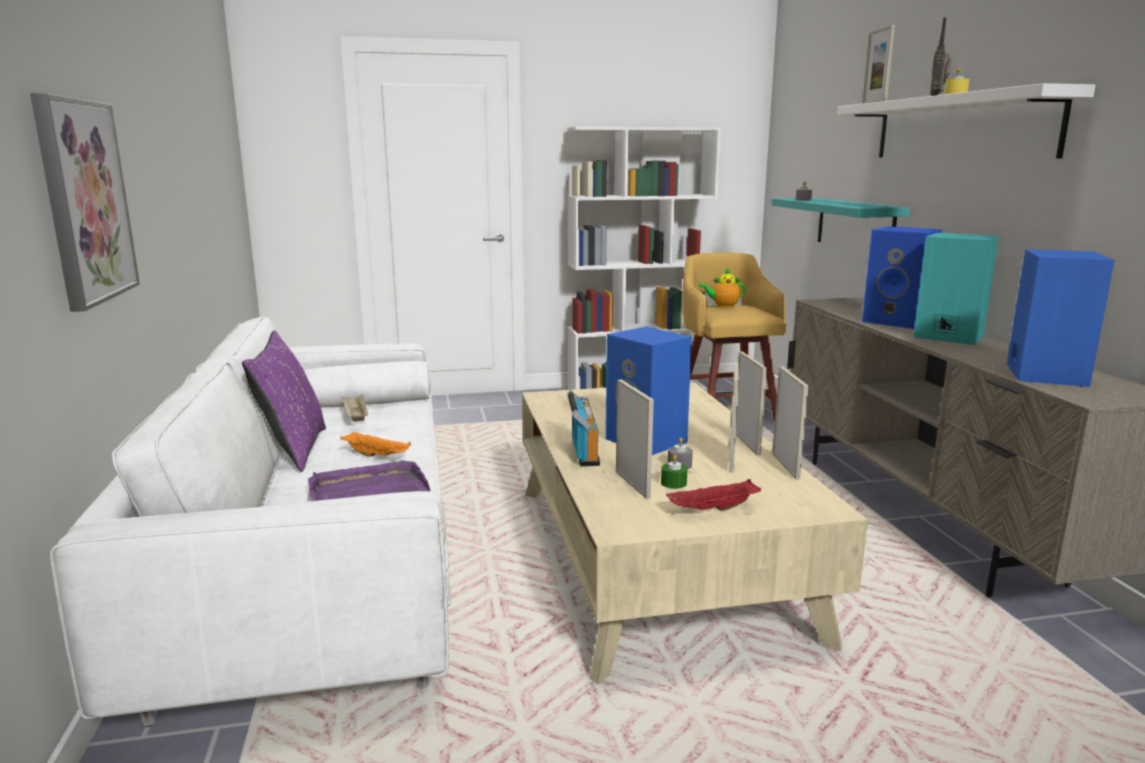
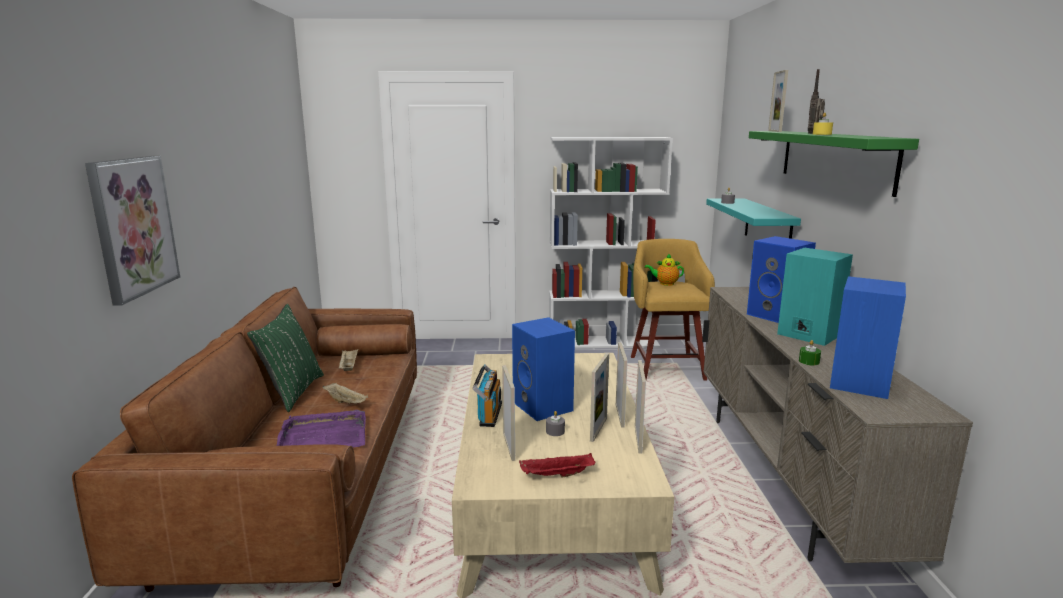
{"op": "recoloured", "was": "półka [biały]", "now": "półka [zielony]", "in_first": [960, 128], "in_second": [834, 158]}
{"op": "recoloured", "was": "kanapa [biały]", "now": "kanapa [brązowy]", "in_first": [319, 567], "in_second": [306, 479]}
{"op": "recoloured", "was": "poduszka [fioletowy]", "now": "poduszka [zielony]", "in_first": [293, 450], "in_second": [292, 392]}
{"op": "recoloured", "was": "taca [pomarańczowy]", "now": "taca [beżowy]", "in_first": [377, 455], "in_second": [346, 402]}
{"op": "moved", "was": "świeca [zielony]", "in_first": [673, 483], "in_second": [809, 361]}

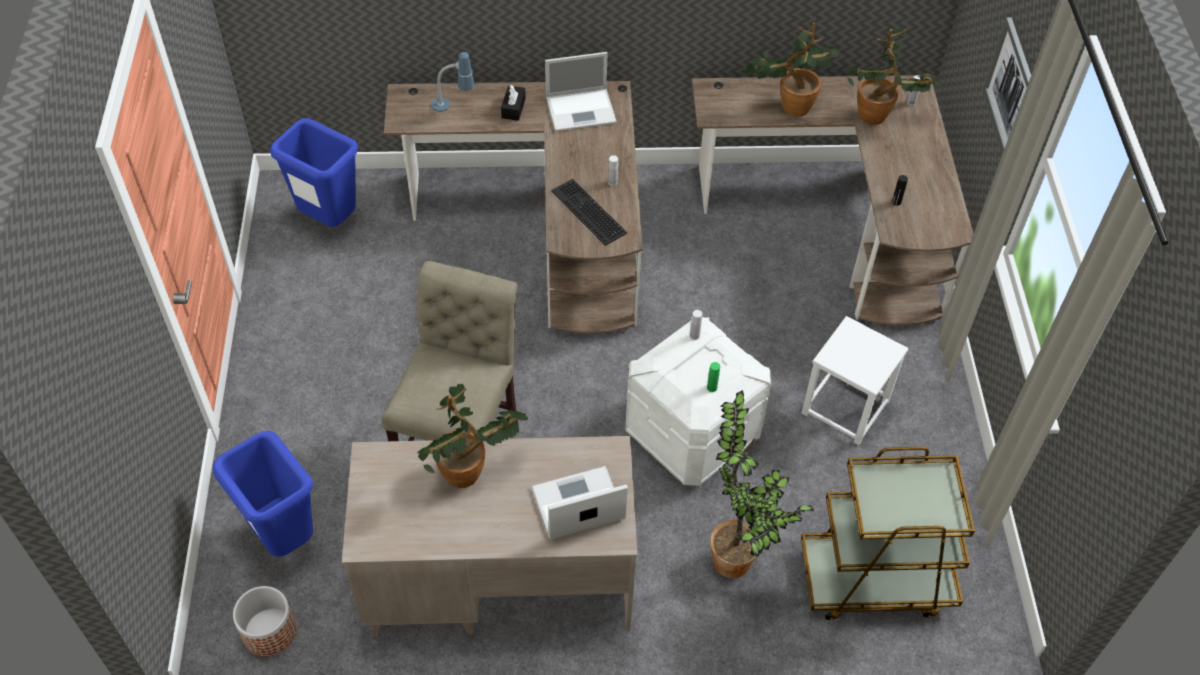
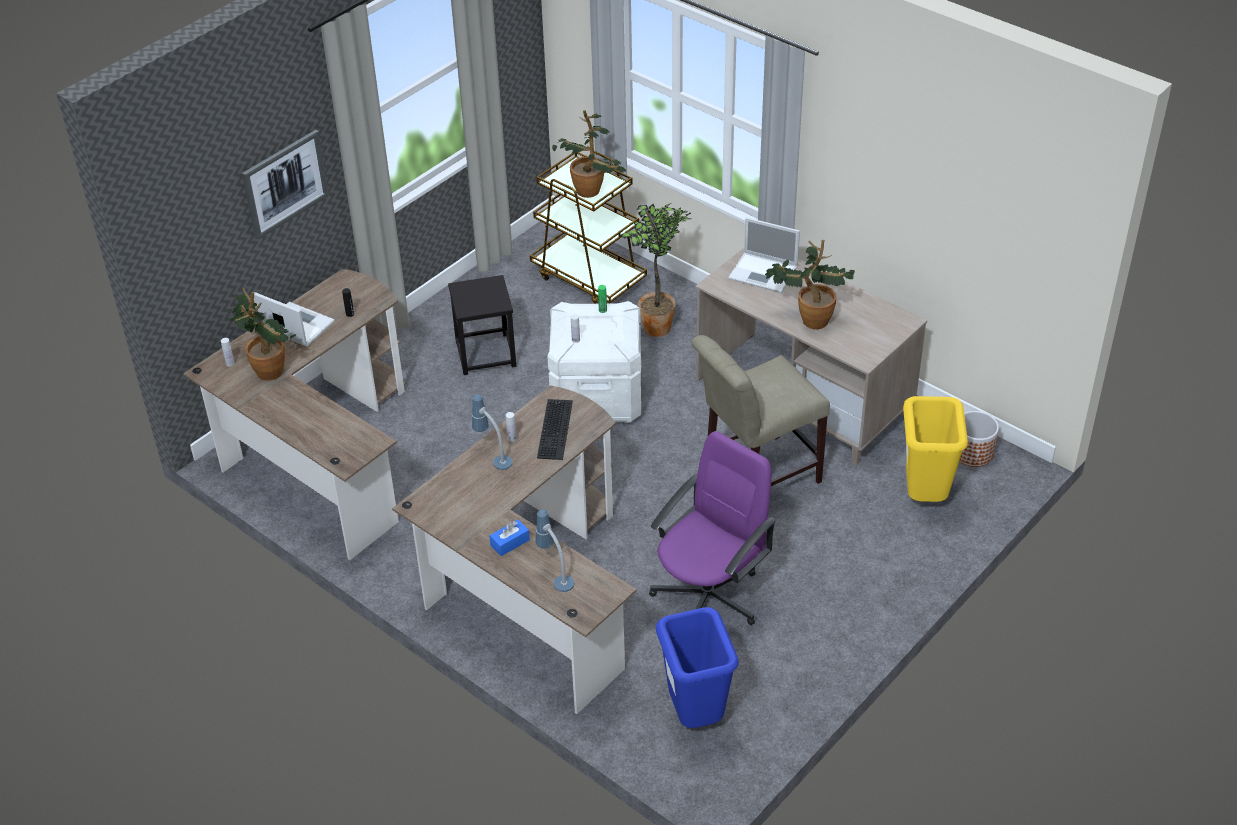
{"op": "moved", "was": "roślina doniczkowa", "in_first": [789, 106], "in_second": [591, 194]}
{"op": "moved", "was": "laptop", "in_first": [582, 109], "in_second": [296, 325]}
{"op": "recoloured", "was": "pudełko chusteczek [czarny]", "now": "pudełko chusteczek [niebieski]", "in_first": [513, 108], "in_second": [510, 543]}
{"op": "recoloured", "was": "stołek [biały]", "now": "stołek [czarny]", "in_first": [844, 407], "in_second": [486, 354]}
{"op": "recoloured", "was": "kosz na śmieci [niebieski]", "now": "kosz na śmieci [żółty]", "in_first": [284, 537], "in_second": [924, 497]}
{"op": "added", "now": "lampa stołowa", "in_second": [493, 456]}
{"op": "added", "now": "krzesło biurowe [fioletowy]", "in_second": [709, 596]}

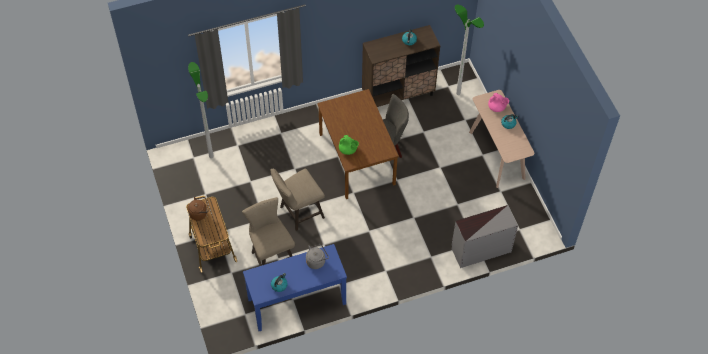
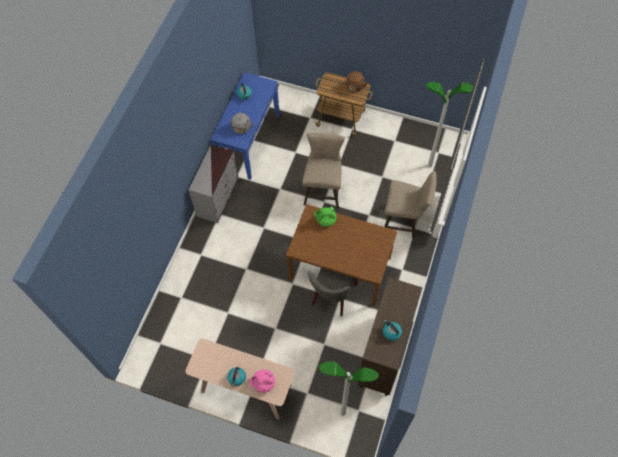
{"op": "moved", "was": "stołek [beżowy]", "in_first": [271, 256], "in_second": [404, 221]}
{"op": "moved", "was": "komoda [szary]", "in_first": [480, 249], "in_second": [218, 197]}

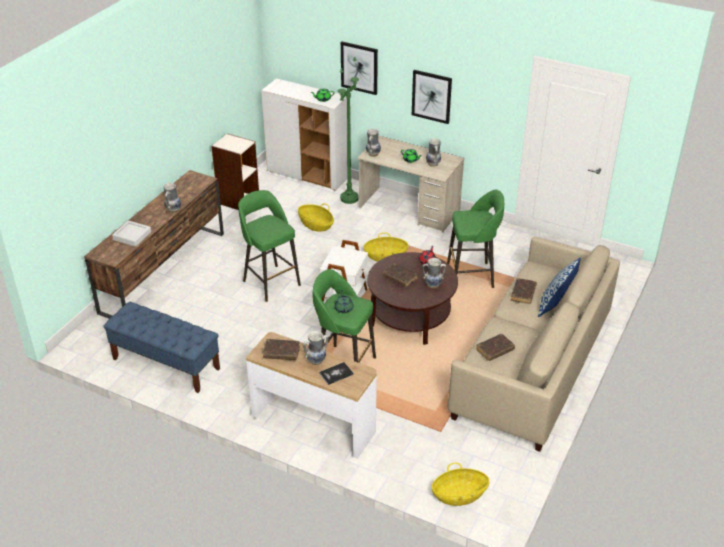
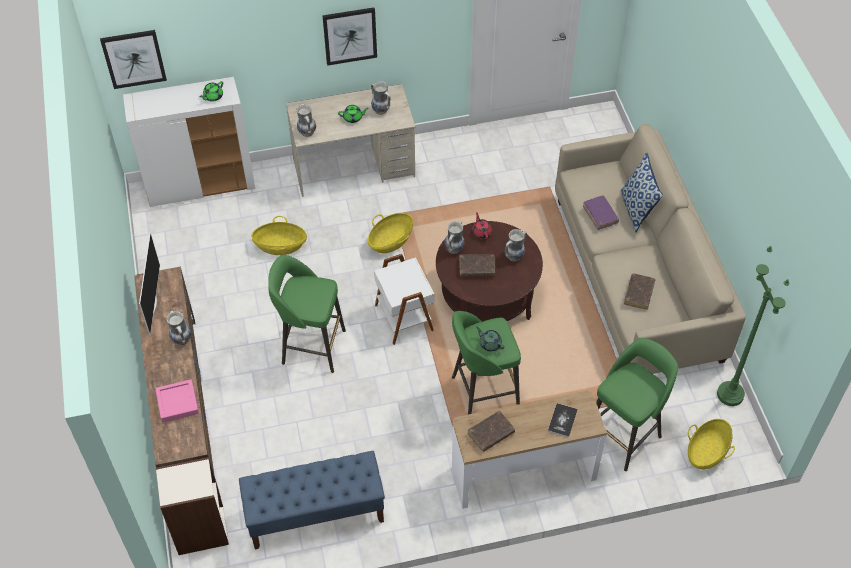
{"op": "moved", "was": "obraz", "in_first": [359, 67], "in_second": [134, 58]}
{"op": "moved", "was": "lampa stojąca [zielony]", "in_first": [349, 198], "in_second": [730, 395]}
{"op": "moved", "was": "regał", "in_first": [238, 200], "in_second": [200, 530]}
{"op": "moved", "was": "stołek [zielony]", "in_first": [472, 276], "in_second": [624, 435]}
{"op": "recoloured", "was": "taca [szary]", "now": "taca [różowy]", "in_first": [132, 236], "in_second": [177, 403]}
{"op": "recoloured", "was": "książka [brązowy]", "now": "książka [fioletowy]", "in_first": [523, 294], "in_second": [600, 215]}
{"op": "moved", "was": "wazon", "in_first": [316, 361], "in_second": [454, 249]}
{"op": "added", "now": "telewizor", "in_second": [152, 304]}

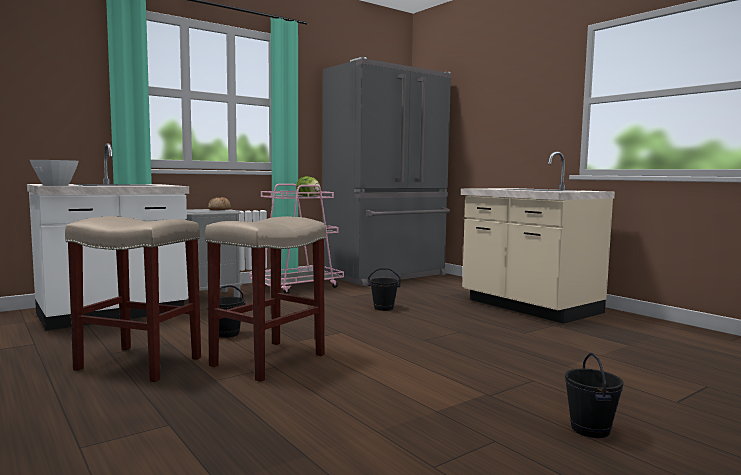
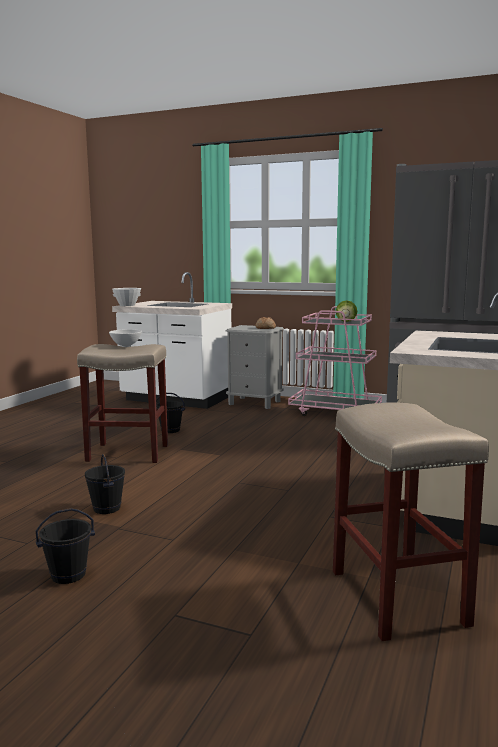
{"op": "moved", "was": "stołek [beżowy]", "in_first": [141, 363], "in_second": [399, 598]}
{"op": "moved", "was": "wiadro [czarny]", "in_first": [383, 308], "in_second": [107, 508]}
{"op": "added", "now": "miska [biały]", "in_second": [125, 346]}

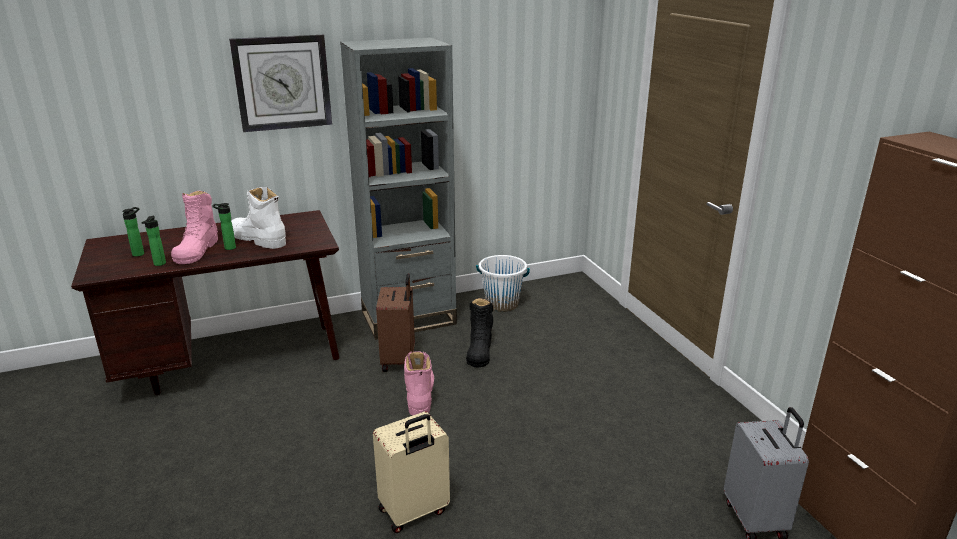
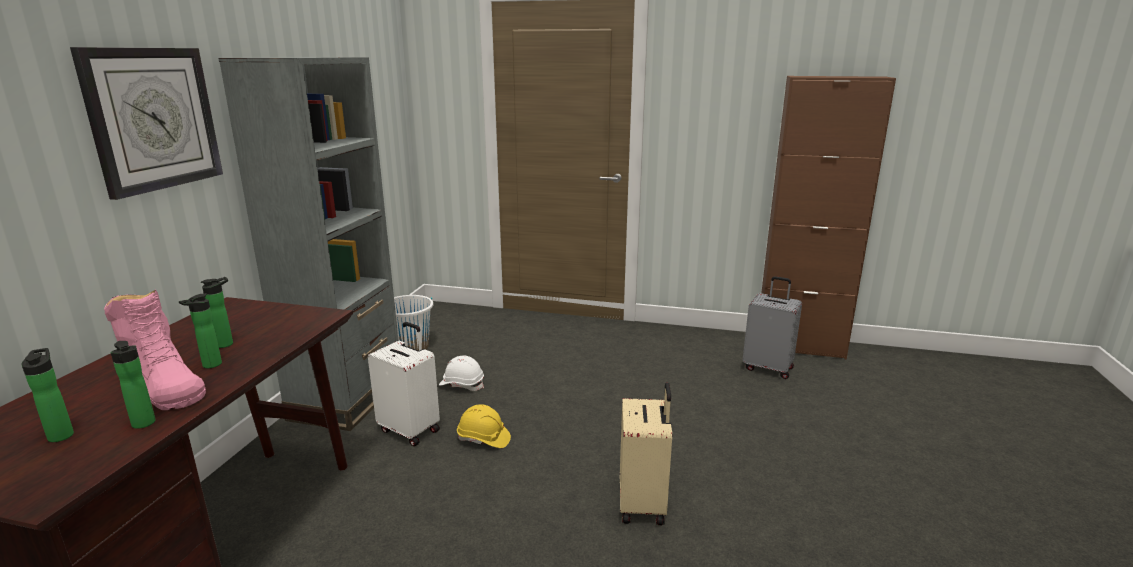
{"op": "replaced", "was": "but z cholewką [biały]", "now": "butelka", "in_first": [257, 239], "in_second": [227, 343]}
{"op": "recoloured", "was": "walizka [brązowy]", "now": "walizka [biały]", "in_first": [399, 360], "in_second": [410, 430]}
{"op": "replaced", "was": "but z cholewką [czarny]", "now": "kask [biały]", "in_first": [479, 351], "in_second": [462, 384]}
{"op": "replaced", "was": "but z cholewką [różowy]", "now": "kask [żółty]", "in_first": [420, 395], "in_second": [483, 439]}

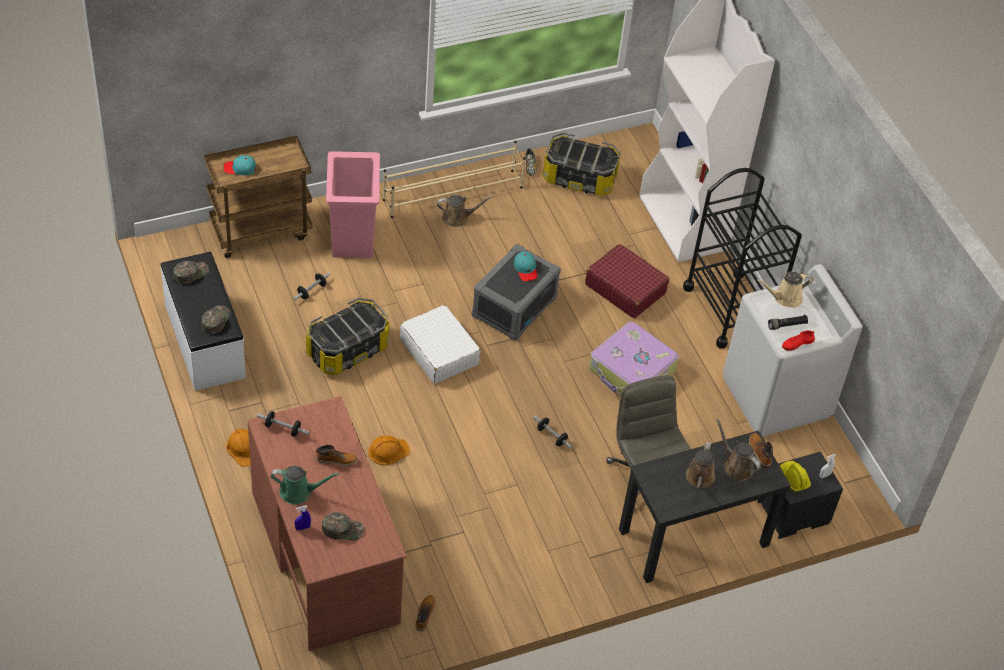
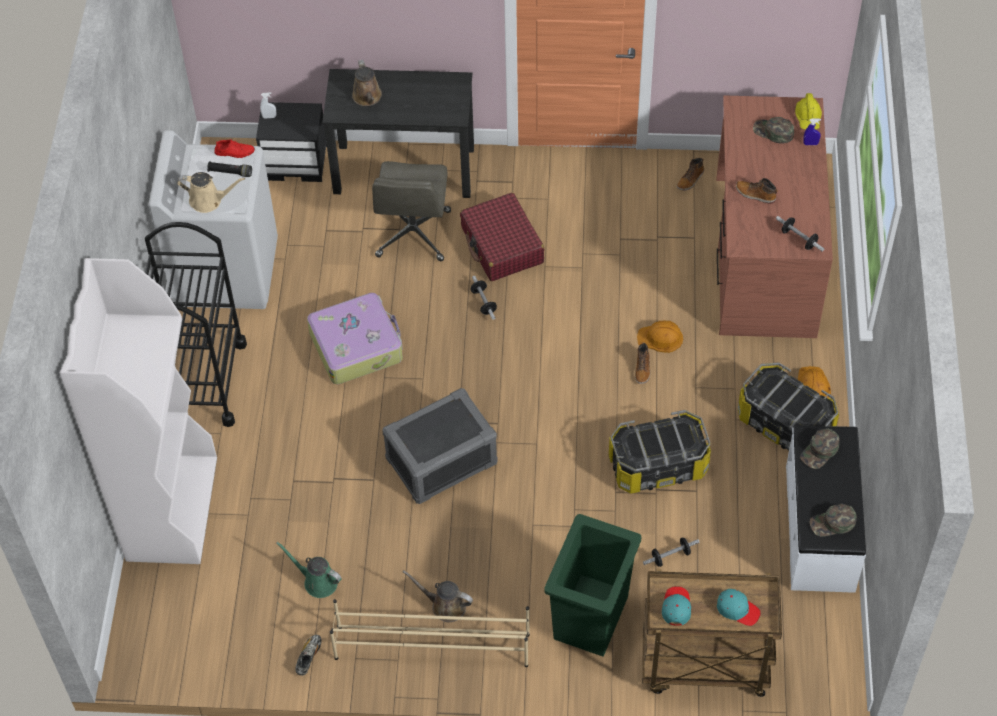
{"op": "moved", "was": "pojemnik do przechowywania", "in_first": [579, 178], "in_second": [784, 424]}
{"op": "recoloured", "was": "kosz na śmieci [różowy]", "now": "kosz na śmieci [zielony]", "in_first": [353, 237], "in_second": [589, 618]}
{"op": "moved", "was": "walizka [czerwony]", "in_first": [625, 288], "in_second": [502, 246]}
{"op": "moved", "was": "czapka z daszkiem [turkusowy]", "in_first": [525, 269], "in_second": [676, 607]}
{"op": "removed", "was": "walizka [biały]", "in_first": [439, 351]}
{"op": "moved", "was": "but z cholewką", "in_first": [759, 452], "in_second": [642, 369]}
{"op": "removed", "was": "konewka [brązowy]", "in_first": [699, 478]}
{"op": "moved", "was": "kask [żółty]", "in_first": [793, 478], "in_second": [808, 118]}
{"op": "moved", "was": "konewka [zielony]", "in_first": [298, 492], "in_second": [317, 581]}

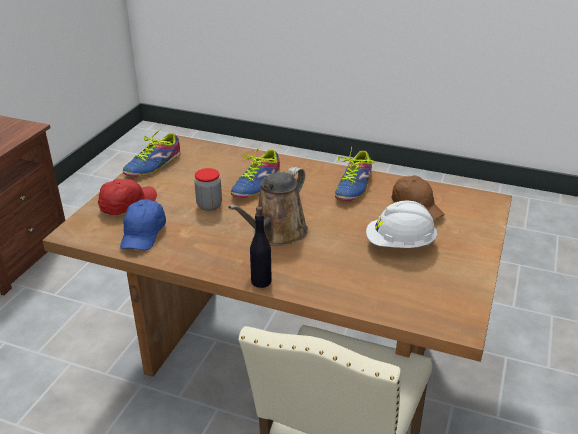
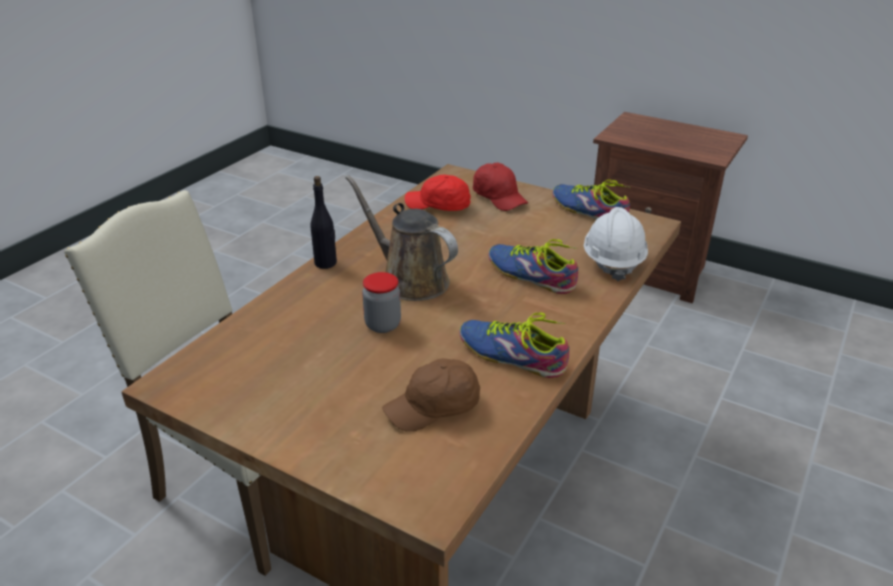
{"op": "moved", "was": "słoik", "in_first": [209, 205], "in_second": [383, 325]}
{"op": "recoloured", "was": "czapka z daszkiem [niebieski]", "now": "czapka z daszkiem [czerwony]", "in_first": [143, 234], "in_second": [438, 206]}
{"op": "moved", "was": "kask [biały]", "in_first": [400, 244], "in_second": [612, 261]}

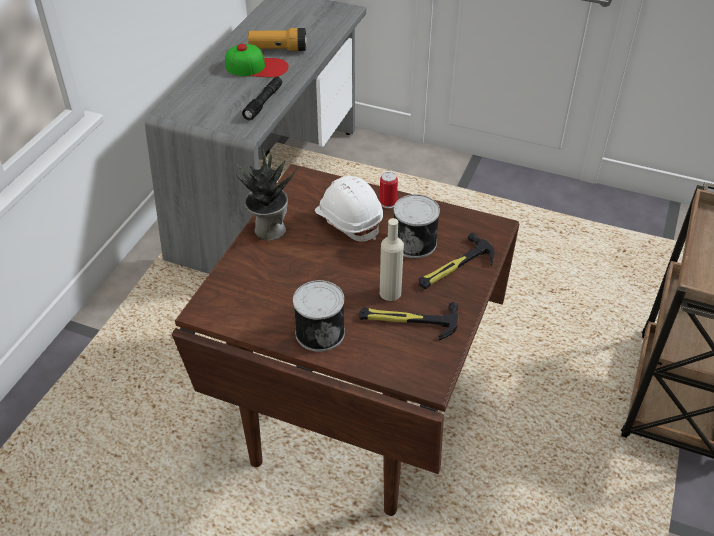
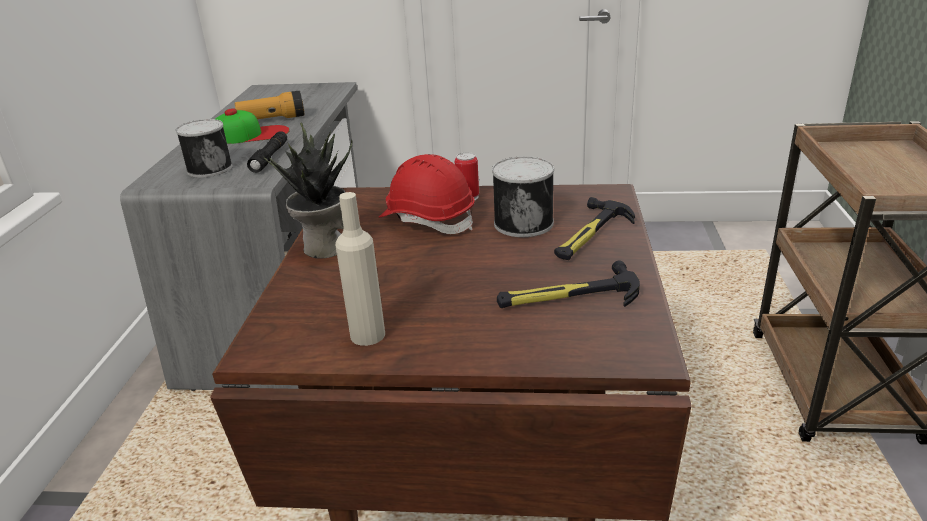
{"op": "recoloured", "was": "kask [biały]", "now": "kask [czerwony]", "in_first": [349, 220], "in_second": [427, 220]}
{"op": "moved", "was": "butelka [beżowy]", "in_first": [390, 293], "in_second": [367, 335]}
{"op": "moved", "was": "puszka", "in_first": [320, 331], "in_second": [209, 168]}

